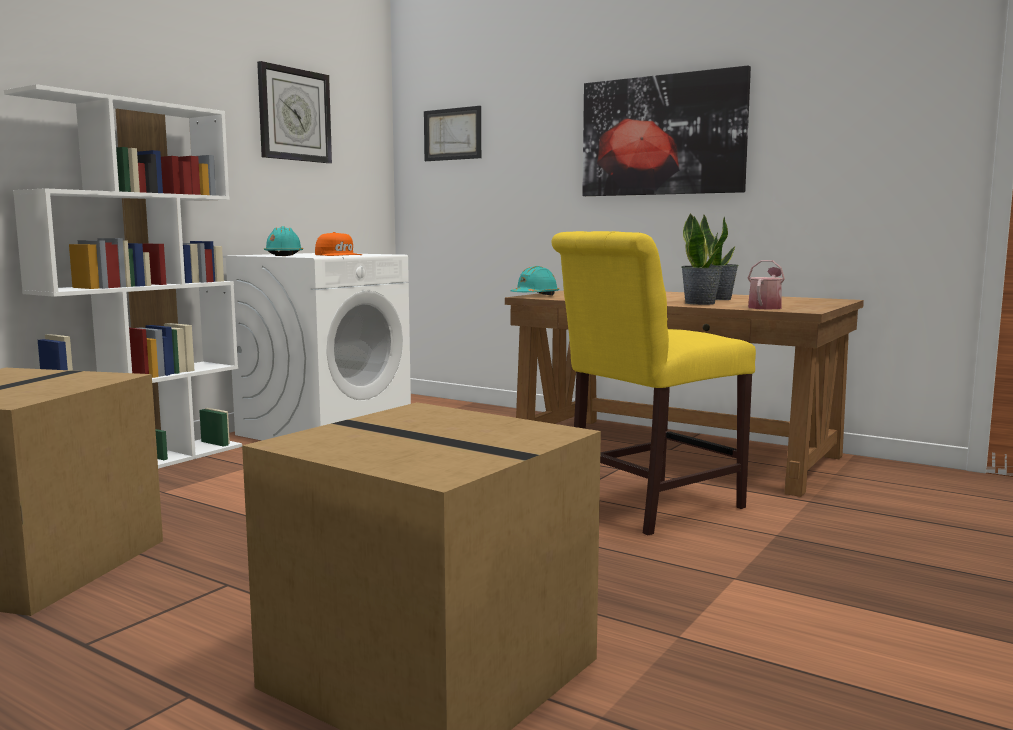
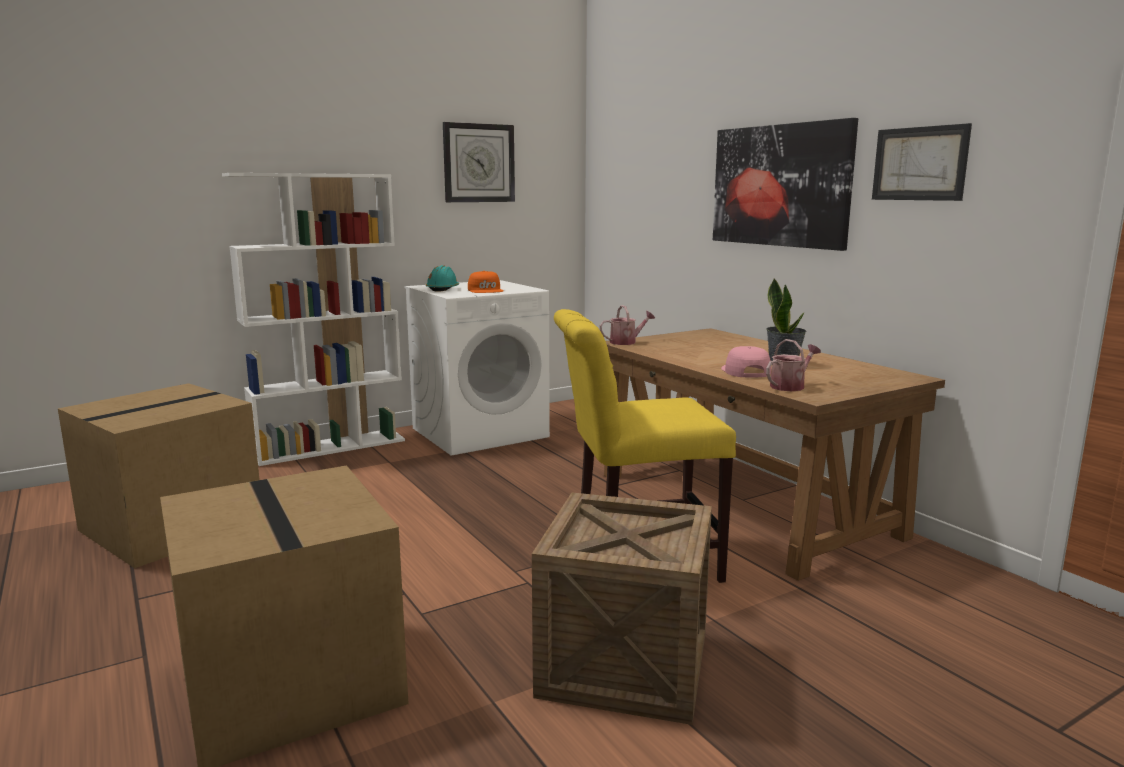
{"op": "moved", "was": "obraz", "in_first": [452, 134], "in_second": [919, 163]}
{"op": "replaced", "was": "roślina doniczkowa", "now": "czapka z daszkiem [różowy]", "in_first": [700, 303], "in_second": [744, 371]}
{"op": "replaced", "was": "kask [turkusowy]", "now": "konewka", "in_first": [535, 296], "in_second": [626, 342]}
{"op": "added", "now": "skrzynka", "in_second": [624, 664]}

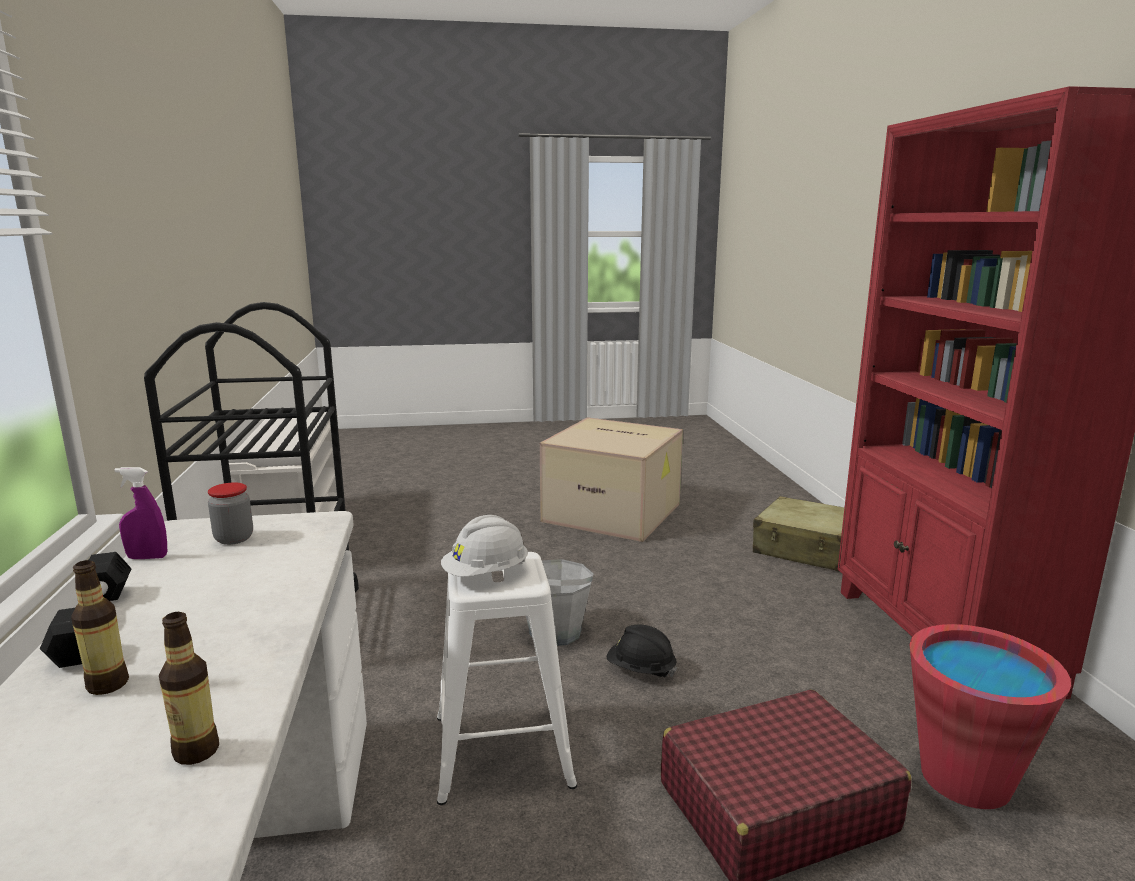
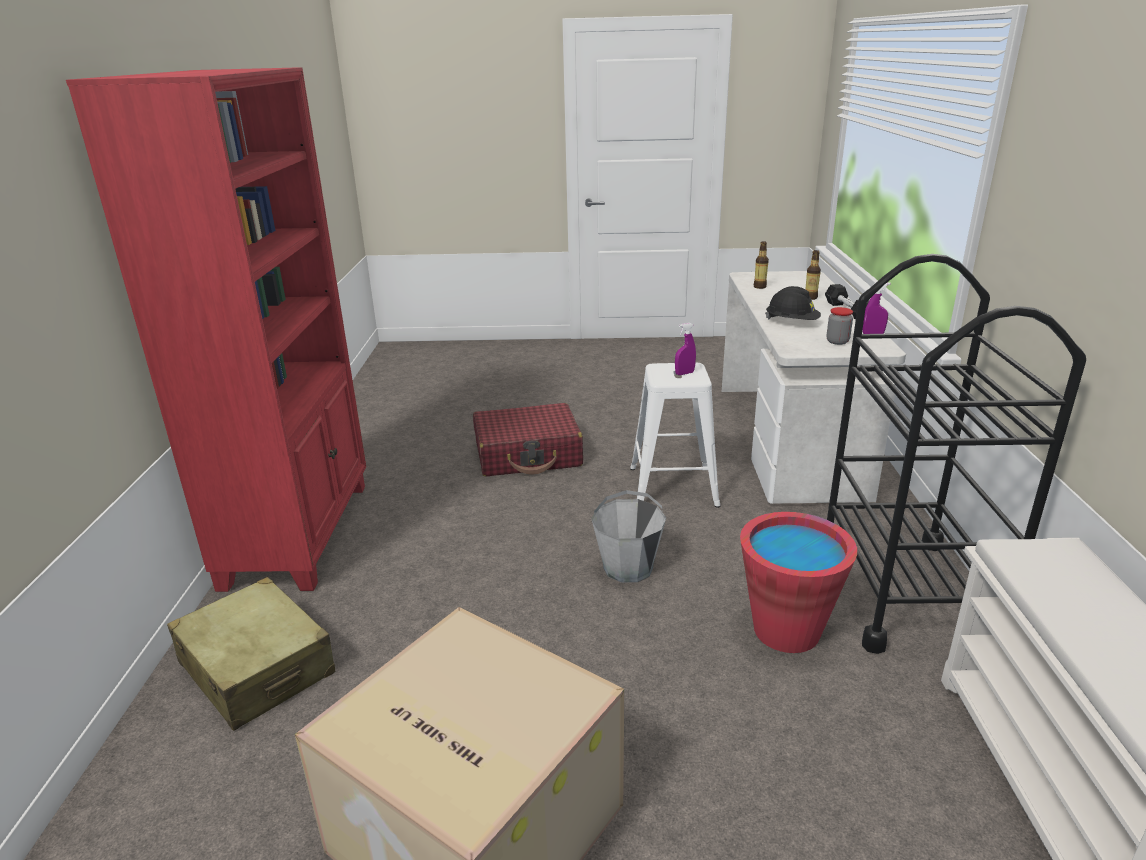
{"op": "replaced", "was": "kask [biały]", "now": "spryskiwacz [fioletowy]", "in_first": [486, 574], "in_second": [684, 373]}
{"op": "moved", "was": "wiadro [czerwony]", "in_first": [965, 778], "in_second": [786, 630]}
{"op": "moved", "was": "kask [czarny]", "in_first": [640, 670], "in_second": [792, 322]}

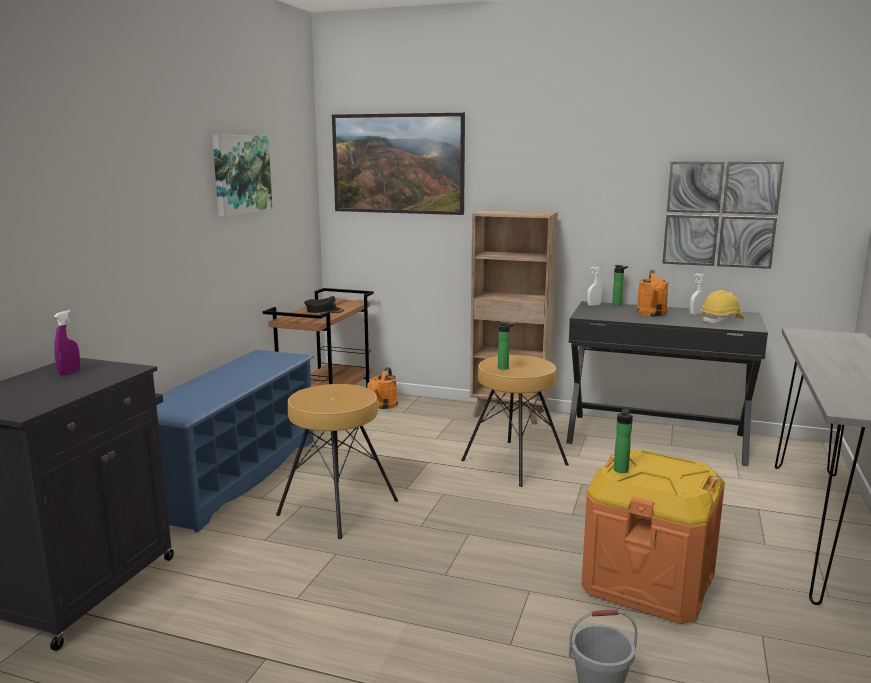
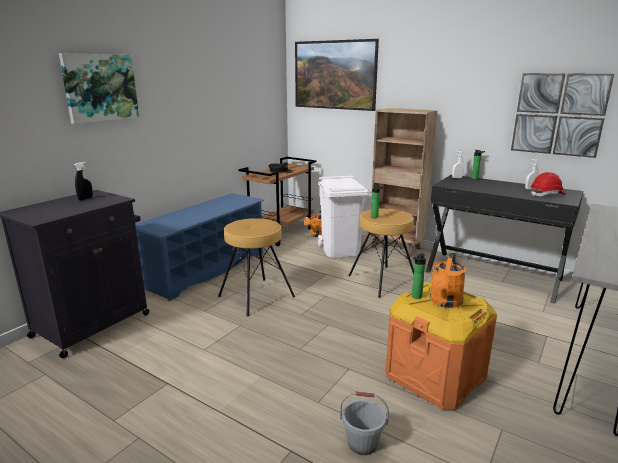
{"op": "moved", "was": "obraz", "in_first": [241, 174], "in_second": [100, 87]}
{"op": "moved", "was": "konewka [pomarańczowy]", "in_first": [652, 314], "in_second": [445, 302]}
{"op": "recoloured", "was": "kask [żółty]", "now": "kask [czerwony]", "in_first": [721, 320], "in_second": [547, 195]}
{"op": "recoloured", "was": "spryskiwacz [fioletowy]", "now": "spryskiwacz [czarny]", "in_first": [69, 372], "in_second": [85, 198]}
{"op": "added", "now": "kosz na śmieci [biały]", "in_second": [340, 250]}

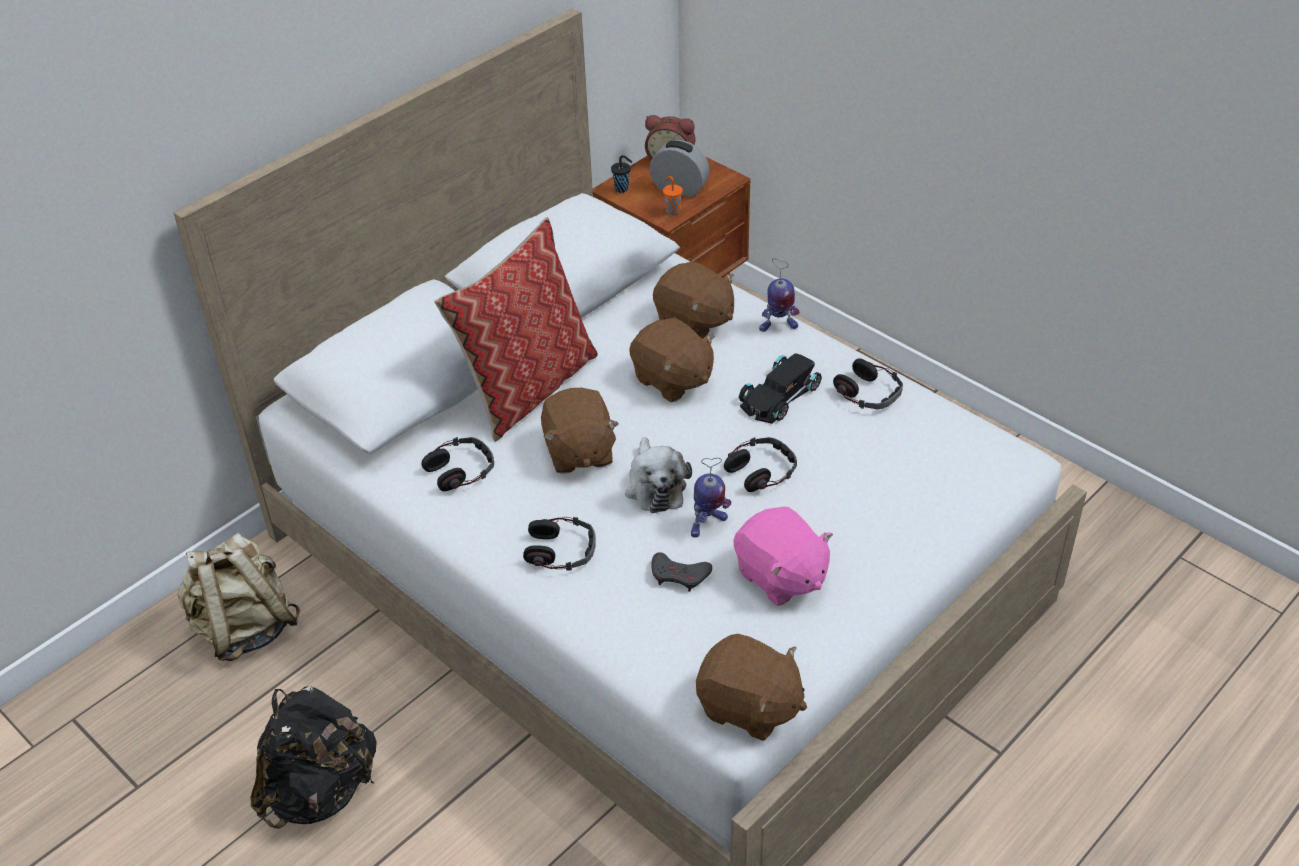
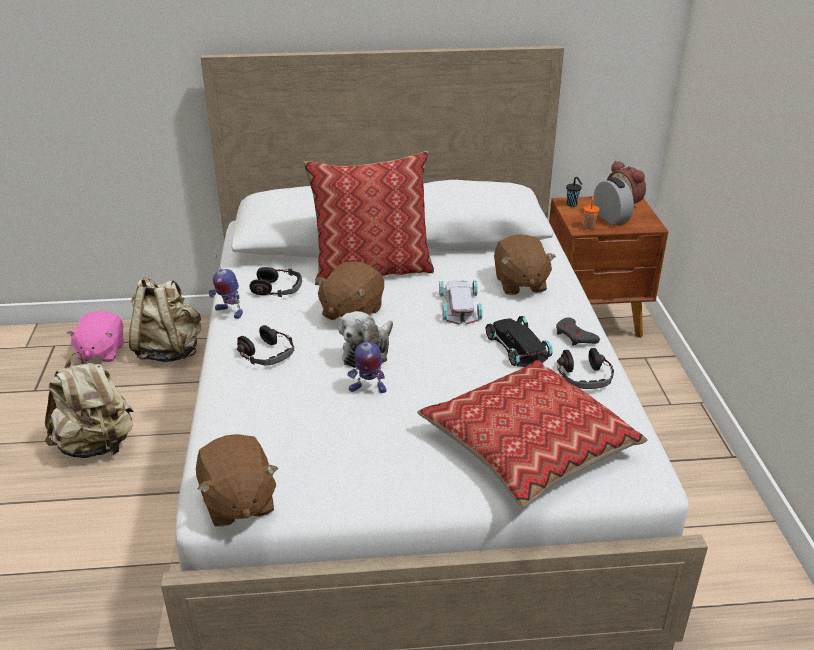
{"op": "moved", "was": "robot zabawkowy", "in_first": [778, 326], "in_second": [228, 312]}
{"op": "replaced", "was": "pluszak [brązowy]", "now": "samochodzik [biały]", "in_first": [672, 380], "in_second": [460, 305]}
{"op": "turned", "was": "samochodzik [czarny]", "in_first": [778, 394], "in_second": [518, 346], "clockwise": 75}
{"op": "removed", "was": "słuchawki", "in_first": [761, 470]}
{"op": "moved", "was": "pluszak [różowy]", "in_first": [780, 576], "in_second": [101, 351]}
{"op": "moved", "was": "pad do gier [szary]", "in_first": [679, 575], "in_second": [575, 336]}
{"op": "recoloured", "was": "plecak [czarny]", "now": "plecak [beżowy]", "in_first": [320, 791], "in_second": [96, 445]}
{"op": "added", "now": "poduszka", "in_second": [528, 445]}

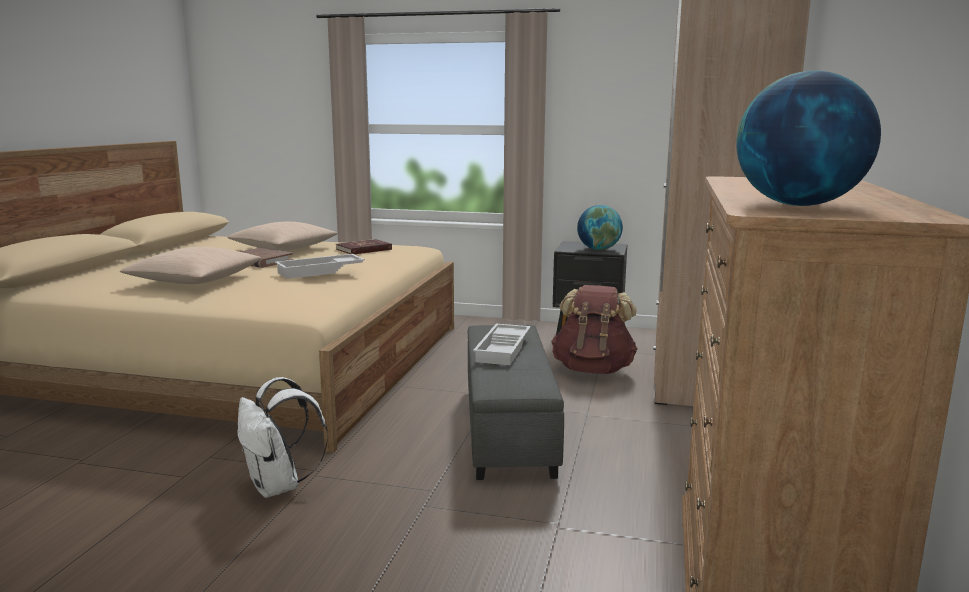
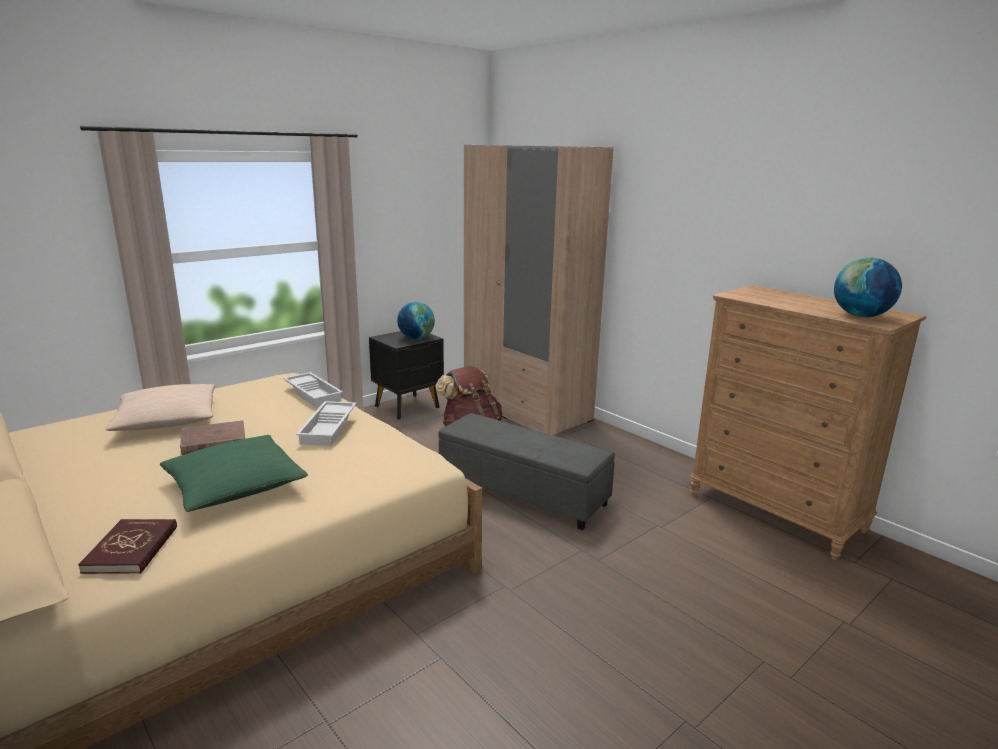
{"op": "moved", "was": "książka [czerwony]", "in_first": [364, 249], "in_second": [132, 549]}
{"op": "recoloured", "was": "poduszka [beżowy]", "now": "poduszka [zielony]", "in_first": [194, 280], "in_second": [234, 486]}
{"op": "moved", "was": "taca [biały]", "in_first": [504, 349], "in_second": [314, 393]}
{"op": "removed", "was": "plecak [biały]", "in_first": [279, 486]}

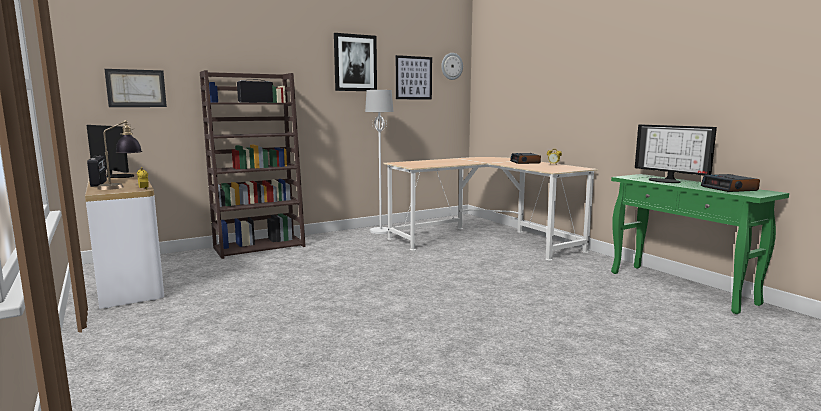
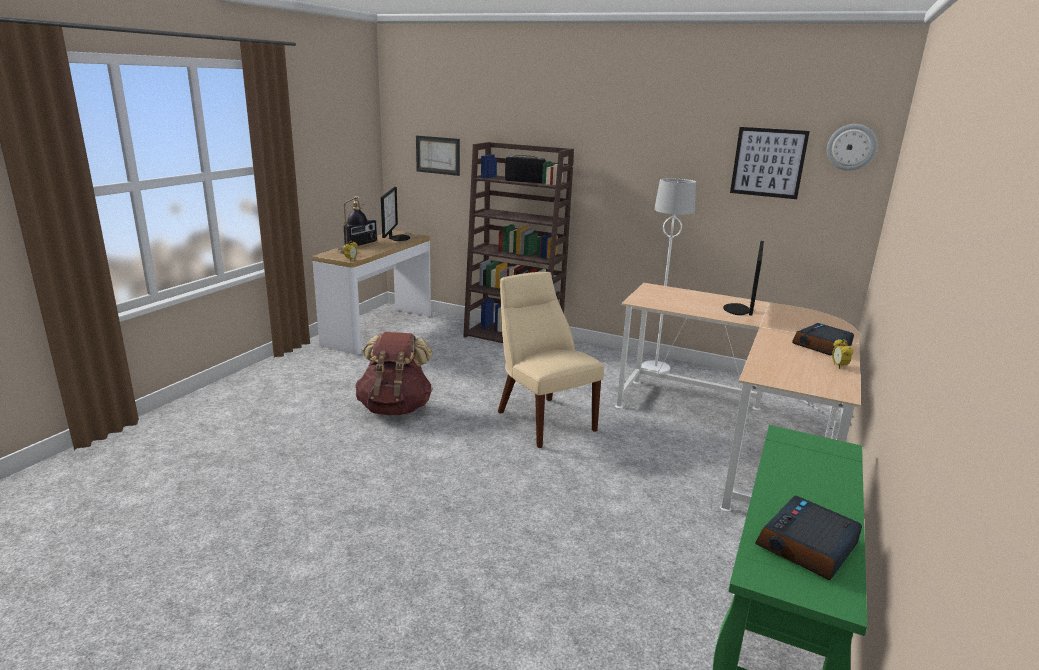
{"op": "removed", "was": "obraz", "in_first": [355, 63]}
{"op": "moved", "was": "monitor", "in_first": [666, 180], "in_second": [741, 310]}
{"op": "added", "now": "krzesło [beżowy]", "in_second": [542, 419]}
{"op": "added", "now": "plecak [brązowy]", "in_second": [395, 408]}

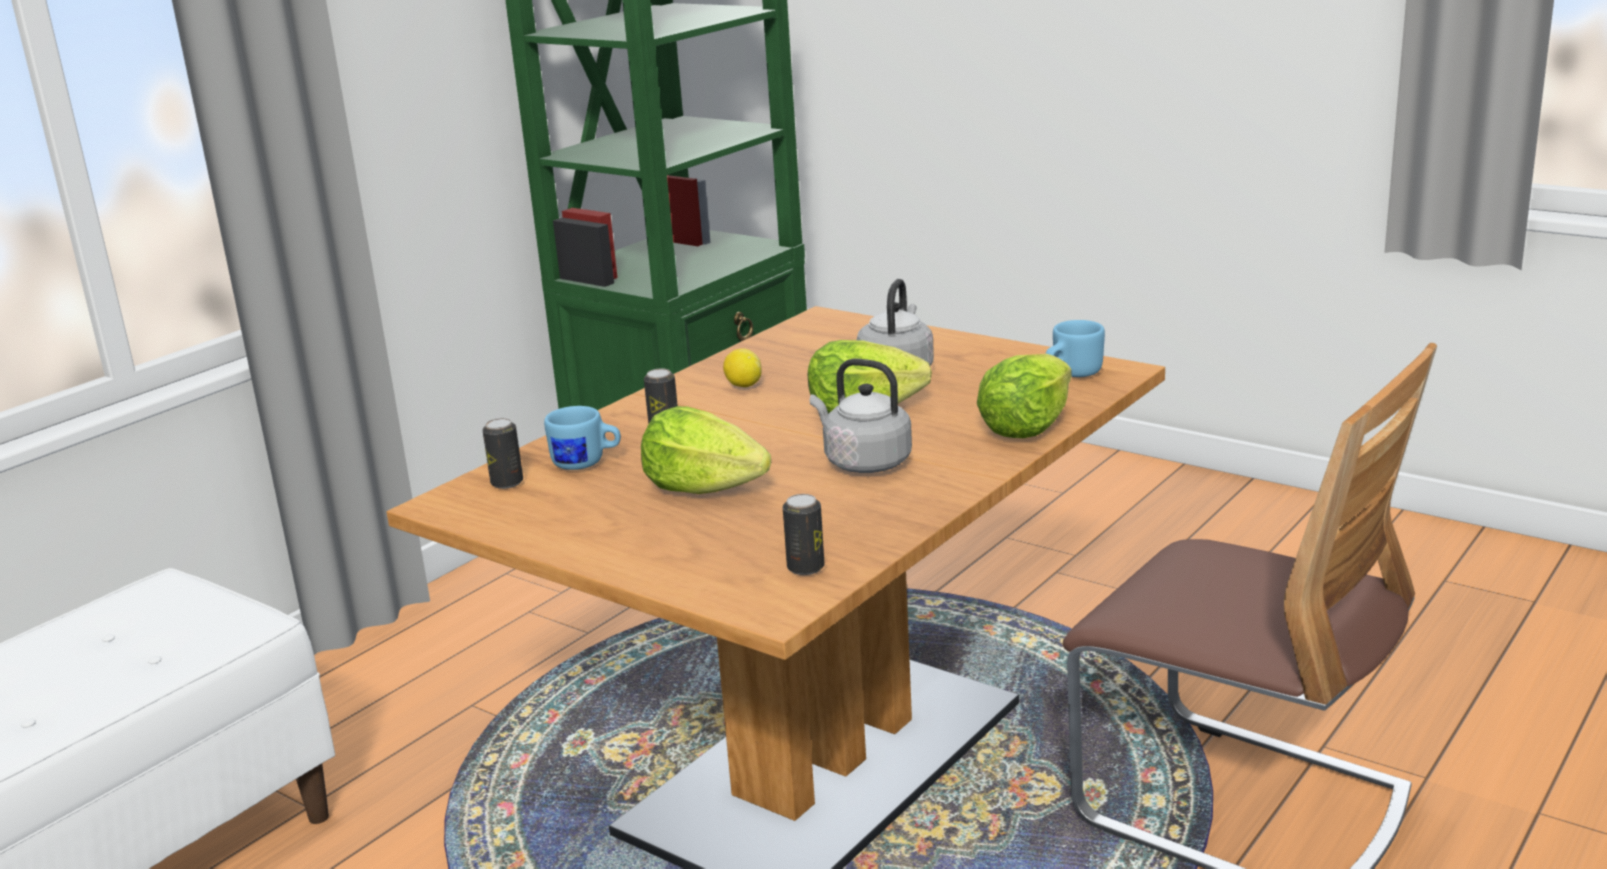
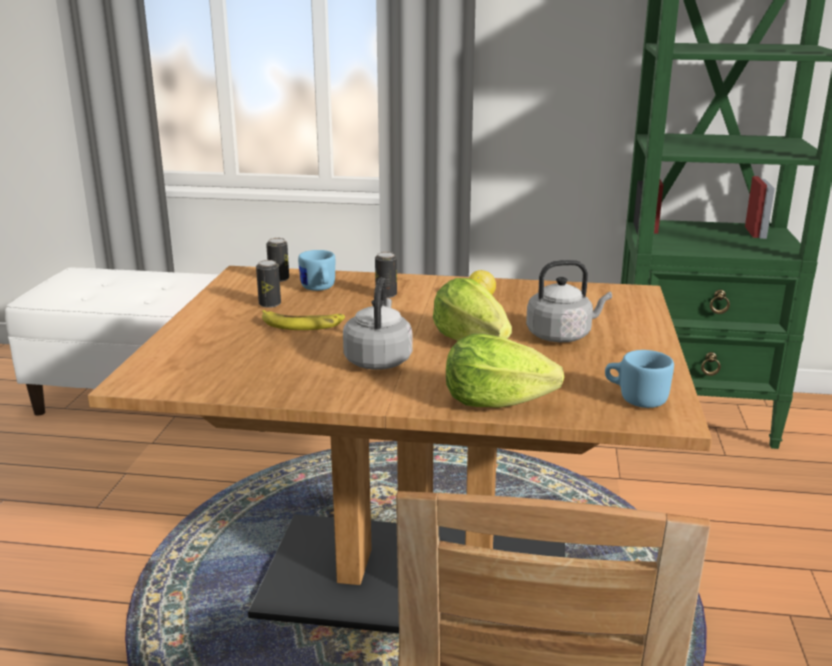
{"op": "replaced", "was": "sałata", "now": "banan", "in_first": [703, 488], "in_second": [302, 324]}
{"op": "moved", "was": "puszka", "in_first": [805, 567], "in_second": [270, 304]}

